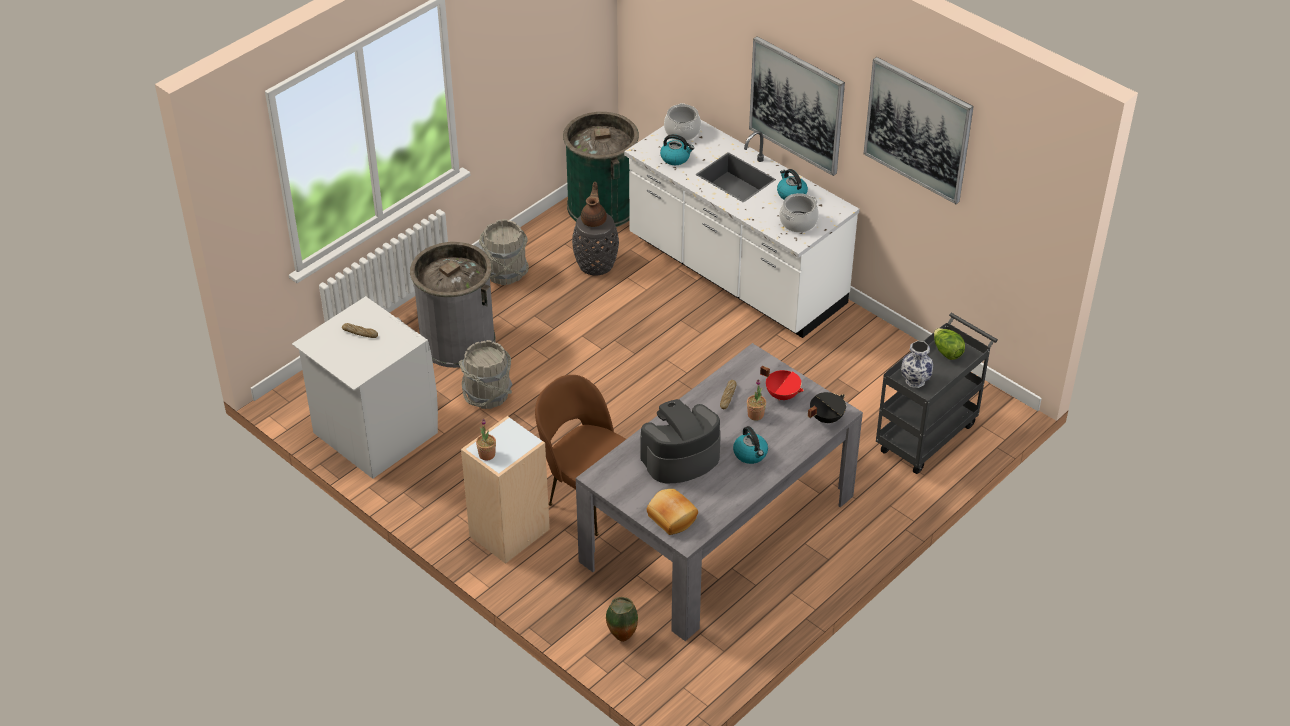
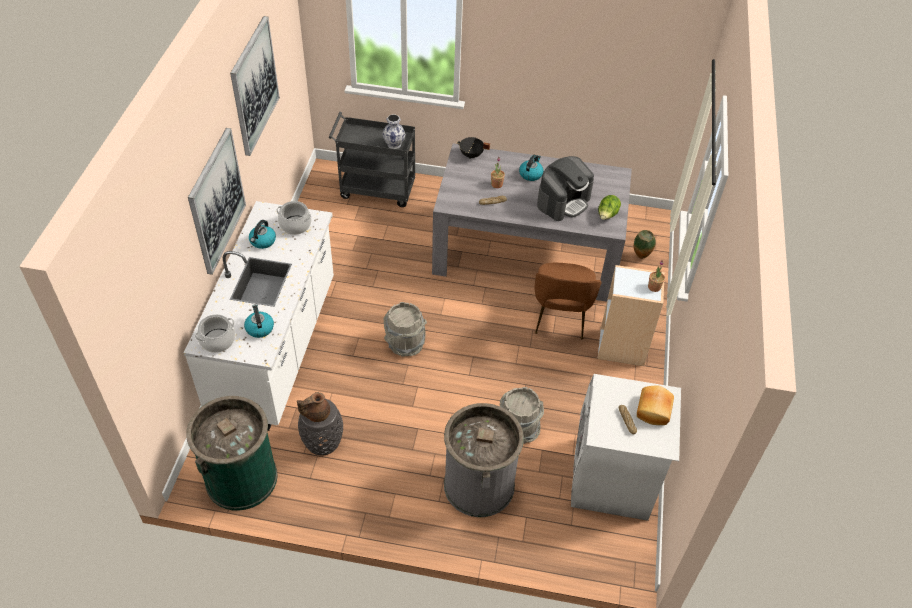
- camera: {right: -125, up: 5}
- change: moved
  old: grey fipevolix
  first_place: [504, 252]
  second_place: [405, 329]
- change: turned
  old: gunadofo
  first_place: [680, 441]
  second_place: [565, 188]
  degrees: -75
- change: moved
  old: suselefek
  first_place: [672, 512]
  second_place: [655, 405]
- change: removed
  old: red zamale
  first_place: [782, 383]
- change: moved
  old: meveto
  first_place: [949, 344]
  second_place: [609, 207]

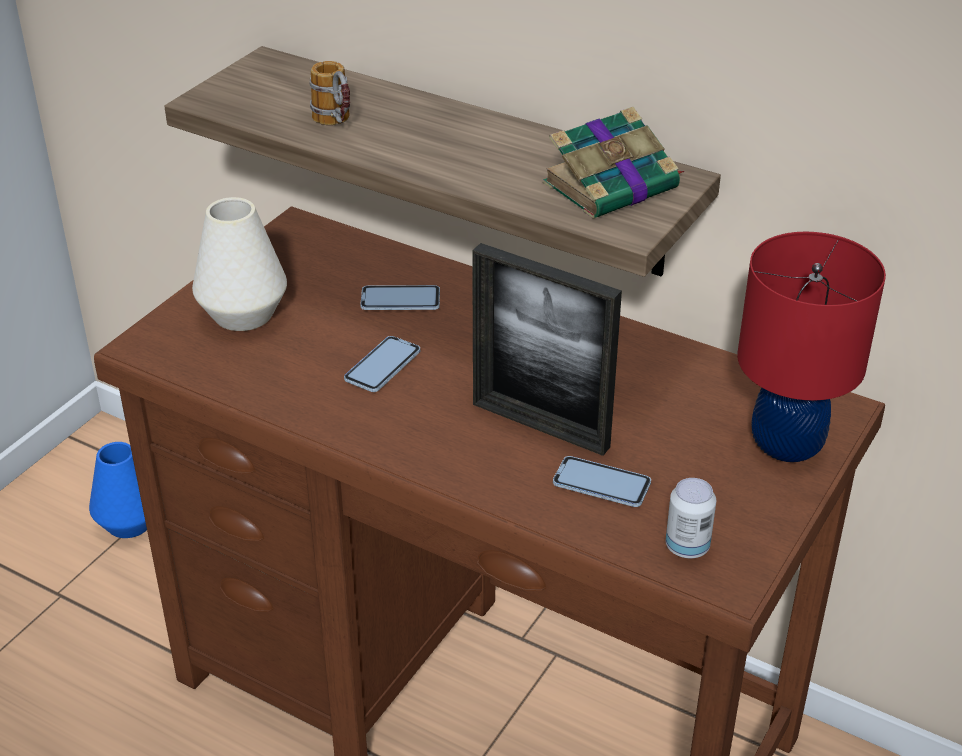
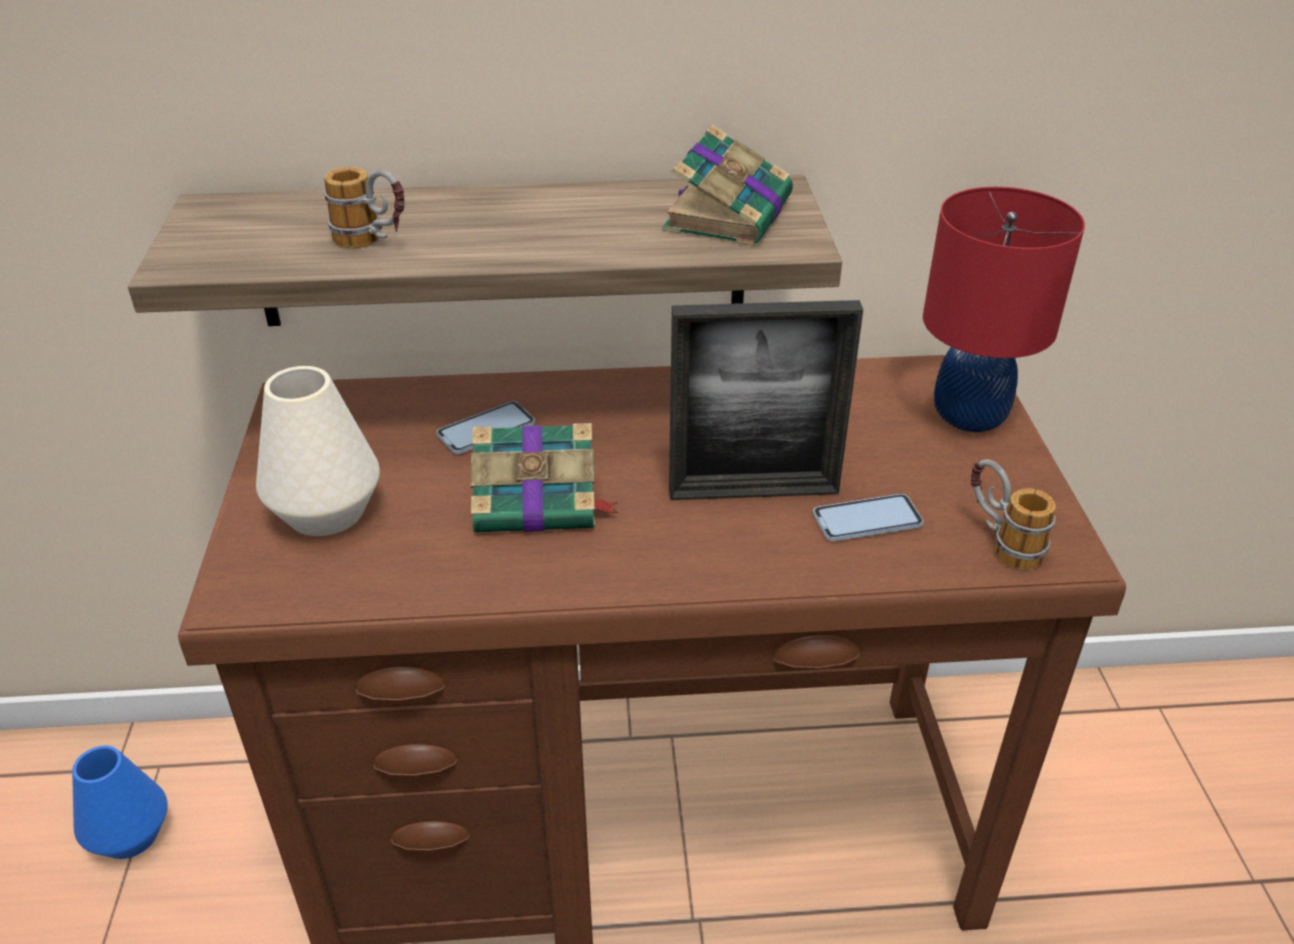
- camera: {right: -35, up: 0}
- change: replaced
  old: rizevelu
  new: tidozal
  first_place: [382, 364]
  second_place: [545, 478]
- change: replaced
  old: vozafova
  new: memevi
  first_place: [691, 518]
  second_place: [1013, 514]

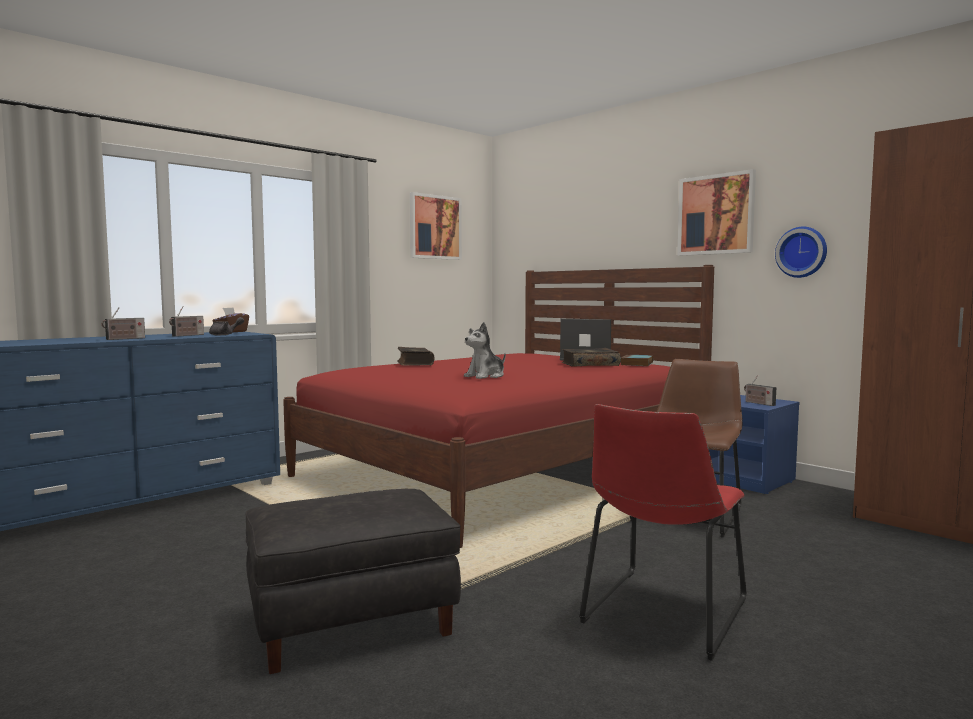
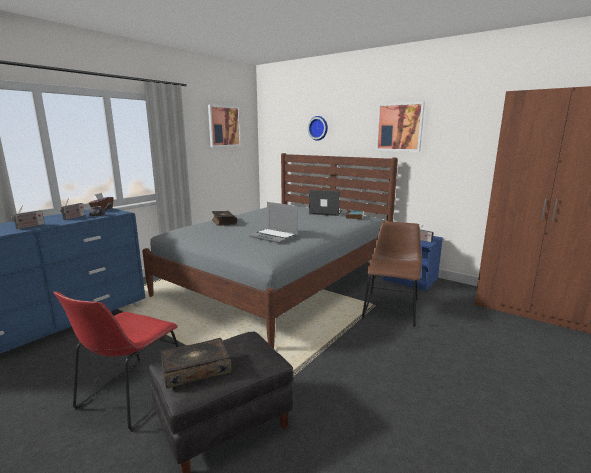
- camera: {right: -10, up: 10}
- change: recoloured
  old: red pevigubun
  new: grey pevigubun
  first_place: [498, 406]
  second_place: [270, 250]
- change: replaced
  old: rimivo
  new: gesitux
  first_place: [485, 350]
  second_place: [273, 222]
- change: moved
  old: tidozal
  first_place: [591, 357]
  second_place: [196, 363]
- change: moved
  old: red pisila
  first_place: [663, 532]
  second_place: [116, 362]
- change: moved
  old: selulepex
  first_place: [801, 252]
  second_place: [318, 128]

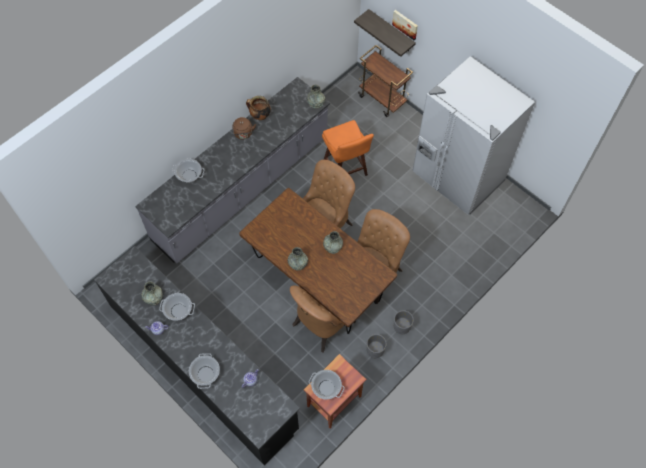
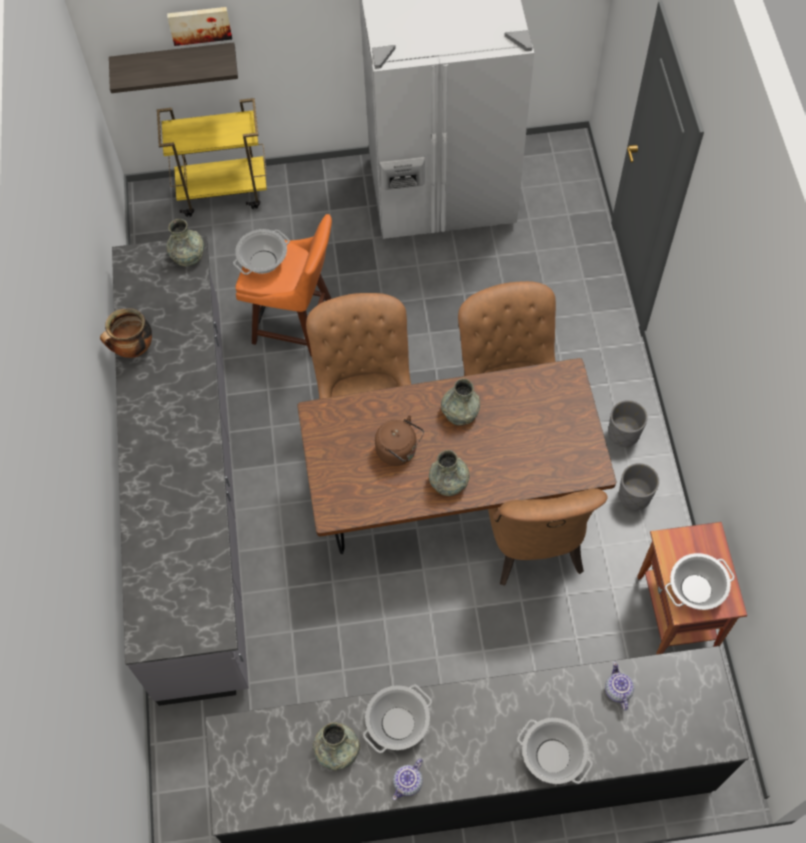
- camera: {right: -50, up: 0}
- change: moved
  old: zamale
  first_place: [188, 171]
  second_place: [261, 252]
- change: moved
  old: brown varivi
  first_place: [244, 128]
  second_place: [399, 440]
- change: recoloured
  old: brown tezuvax
  new: yellow tezuvax
  first_place: [385, 81]
  second_place: [212, 157]

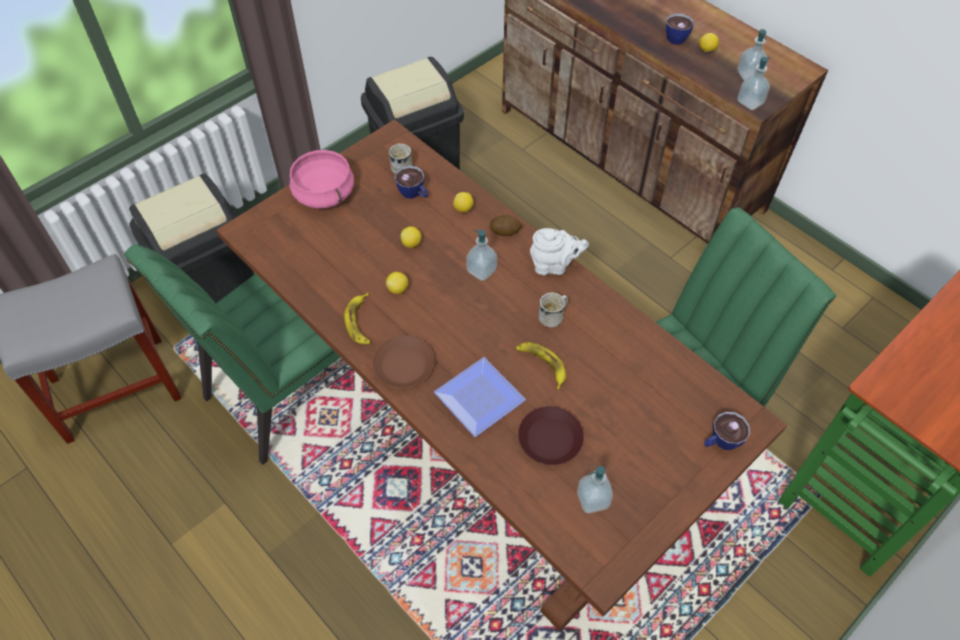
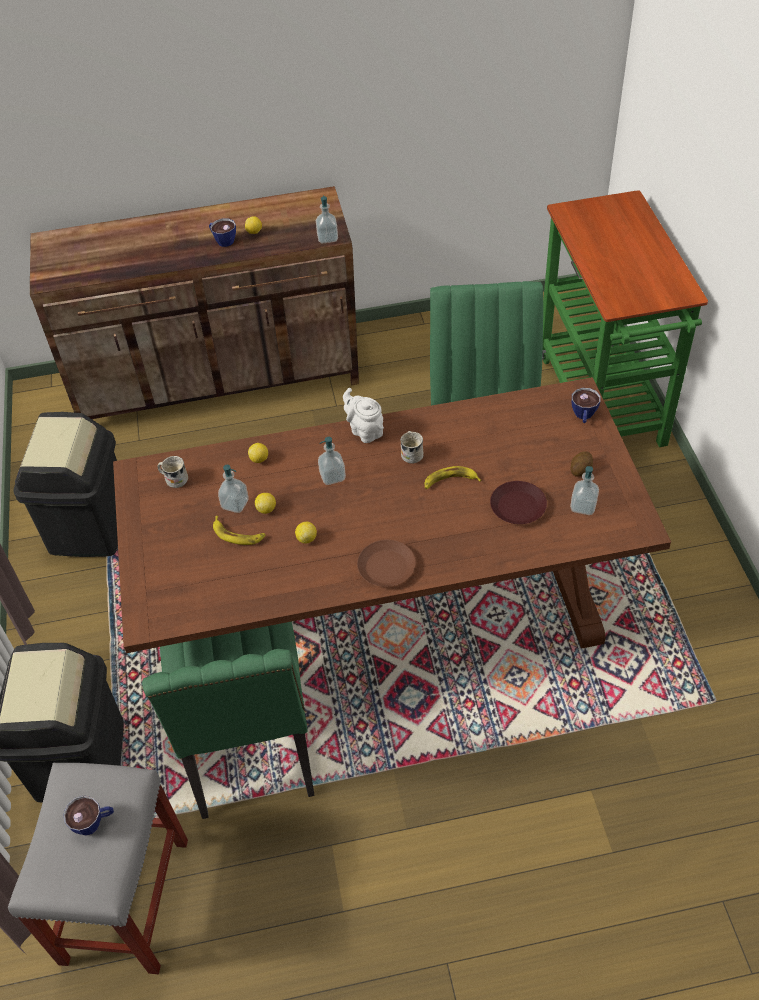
- camera: {right: -55, up: -5}
- change: removed
  old: pink zamale
  first_place: [322, 179]
- change: moved
  old: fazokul
  first_place: [357, 318]
  second_place: [239, 530]
- change: moved
  old: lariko
  first_place: [411, 182]
  second_place: [88, 816]
- change: removed
  old: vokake
  first_place: [480, 397]
- change: moved
  old: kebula
  first_place: [506, 225]
  second_place: [582, 464]
- change: turned
  old: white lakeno
  first_place: [559, 251]
  second_place: [363, 415]
  degrees: -75
- change: moved
  old: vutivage
  first_place: [752, 54]
  second_place: [233, 489]

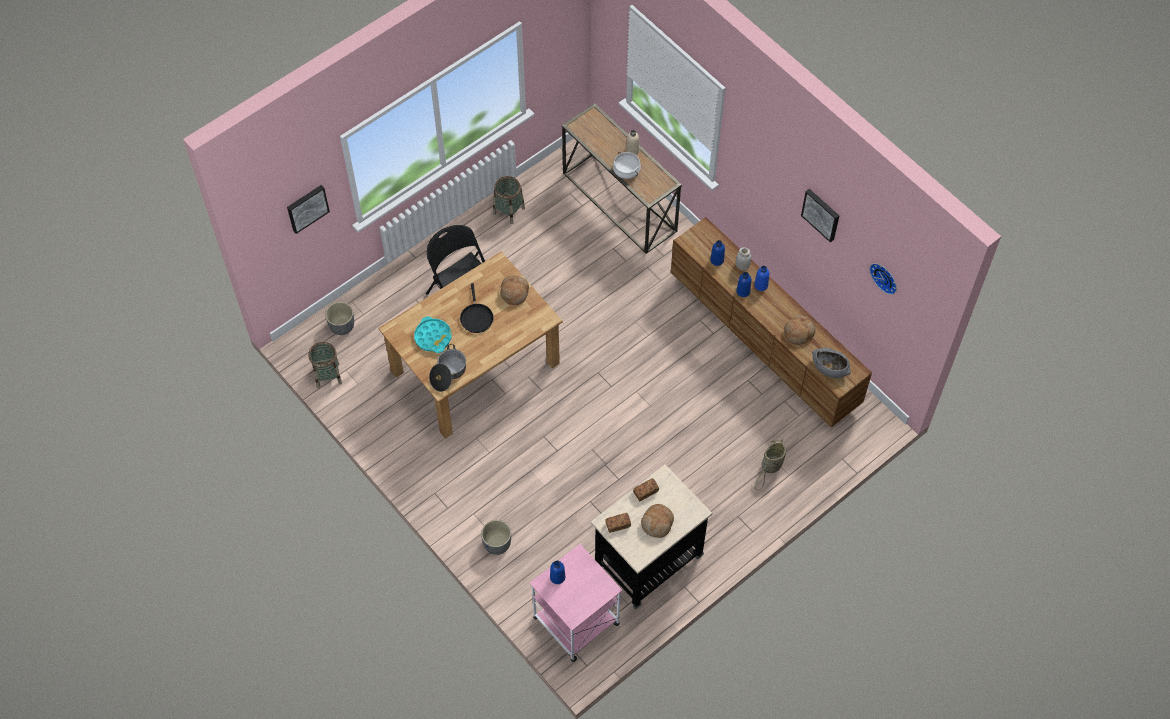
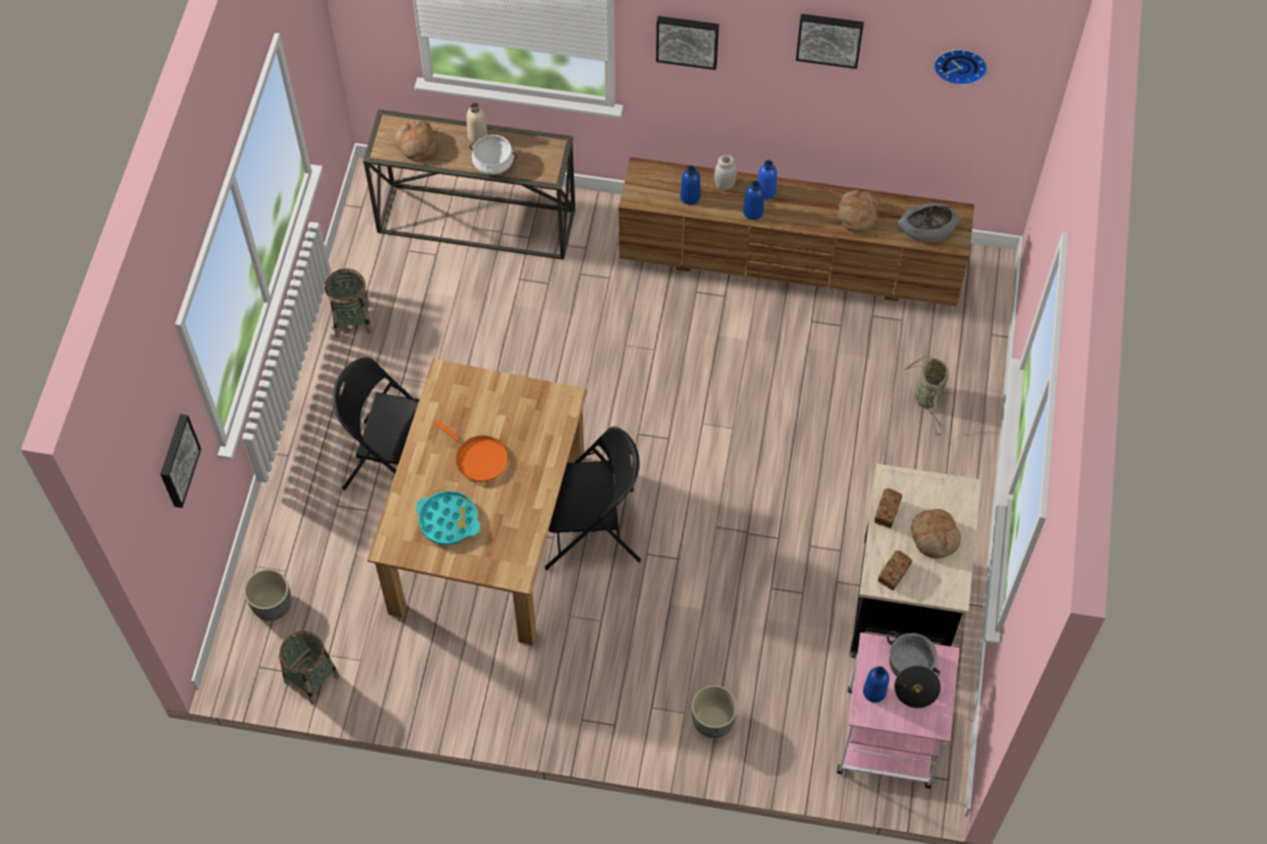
- camera: {right: -40, up: 0}
- change: moved
  old: zamale
  first_place: [447, 368]
  second_place: [914, 669]
- change: recoloured
  old: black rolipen
  new: orange rolipen
  first_place: [476, 308]
  second_place: [471, 451]
- change: moved
  old: suselefek
  first_place: [514, 290]
  second_place: [416, 141]
- change: added
  new: black pisila
  second_place: [593, 498]
- change: added
  new: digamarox
  second_place: [687, 43]

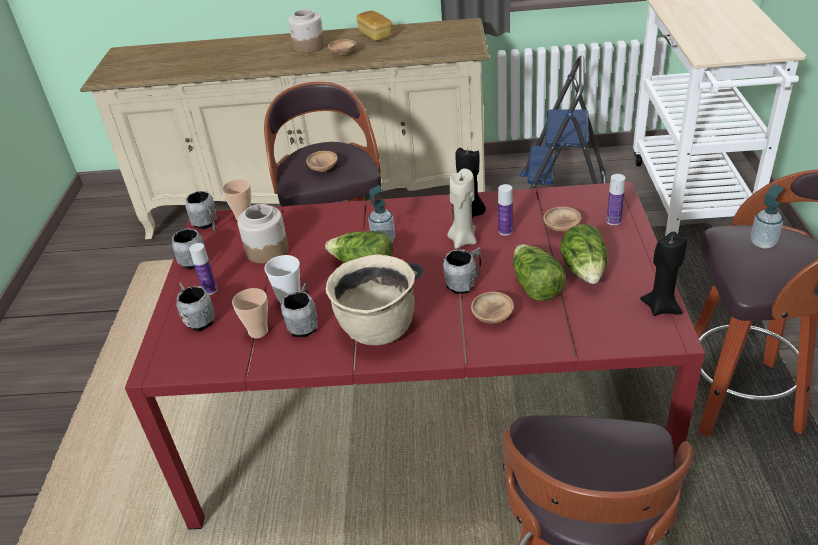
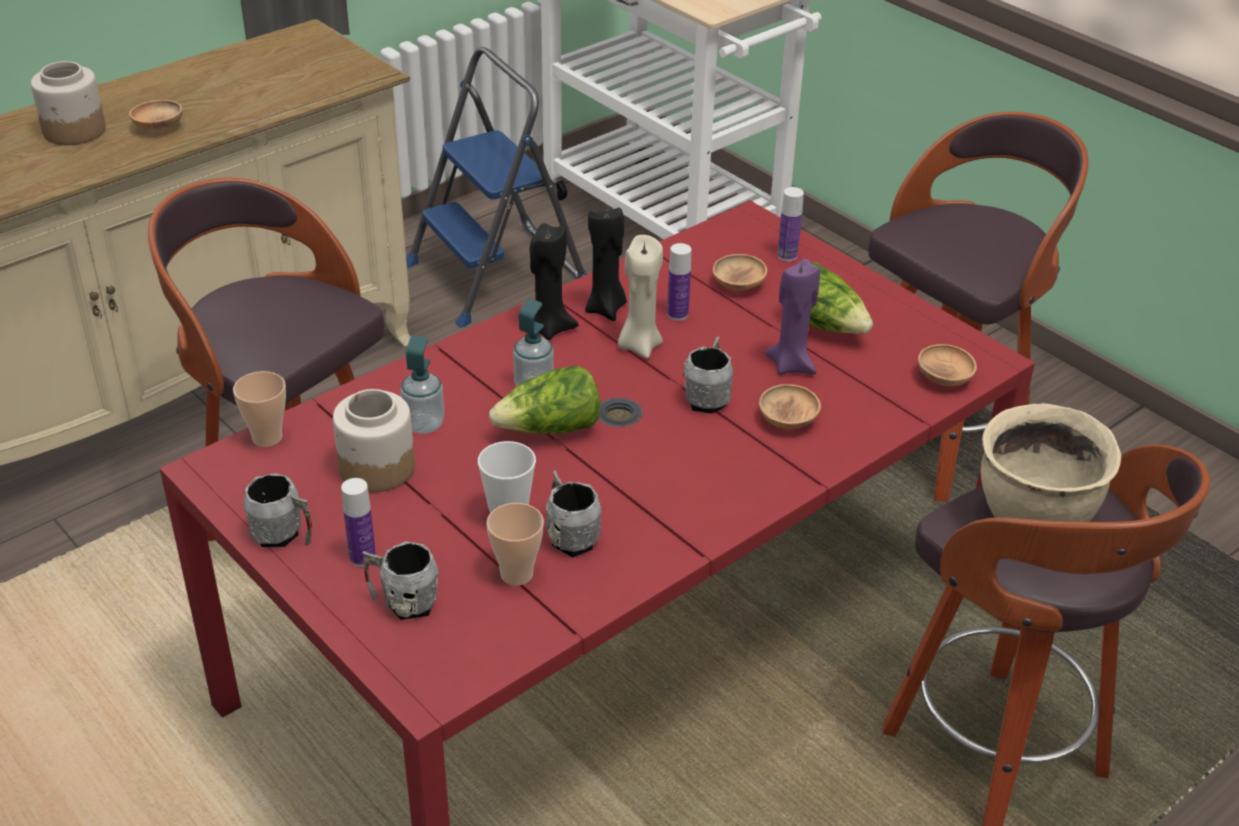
- camera: {right: -45, up: 0}
- change: removed
  old: grey memevi
  first_place: [201, 211]
- change: moved
  old: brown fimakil
  first_place: [322, 161]
  second_place: [947, 365]
- change: moved
  old: beige zamale
  first_place: [370, 300]
  second_place: [1051, 462]
- change: removed
  old: suselefek
  first_place: [374, 26]
- change: replaced
  old: meveto
  new: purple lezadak
  first_place: [539, 272]
  second_place: [792, 317]
- change: moved
  old: black lezadak
  first_place: [663, 273]
  second_place: [554, 281]
- change: moved
  old: vutivage
  first_place: [767, 216]
  second_place: [422, 384]

